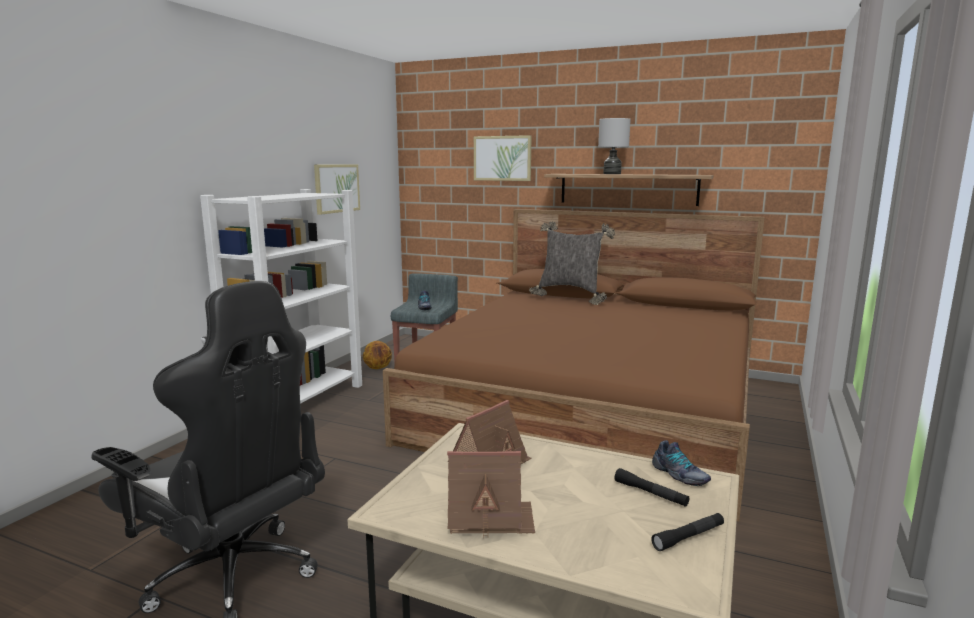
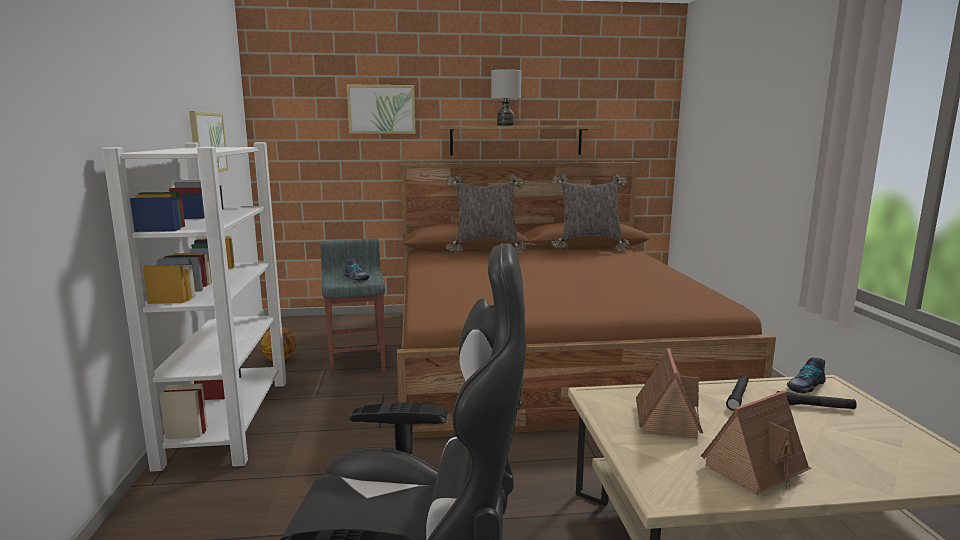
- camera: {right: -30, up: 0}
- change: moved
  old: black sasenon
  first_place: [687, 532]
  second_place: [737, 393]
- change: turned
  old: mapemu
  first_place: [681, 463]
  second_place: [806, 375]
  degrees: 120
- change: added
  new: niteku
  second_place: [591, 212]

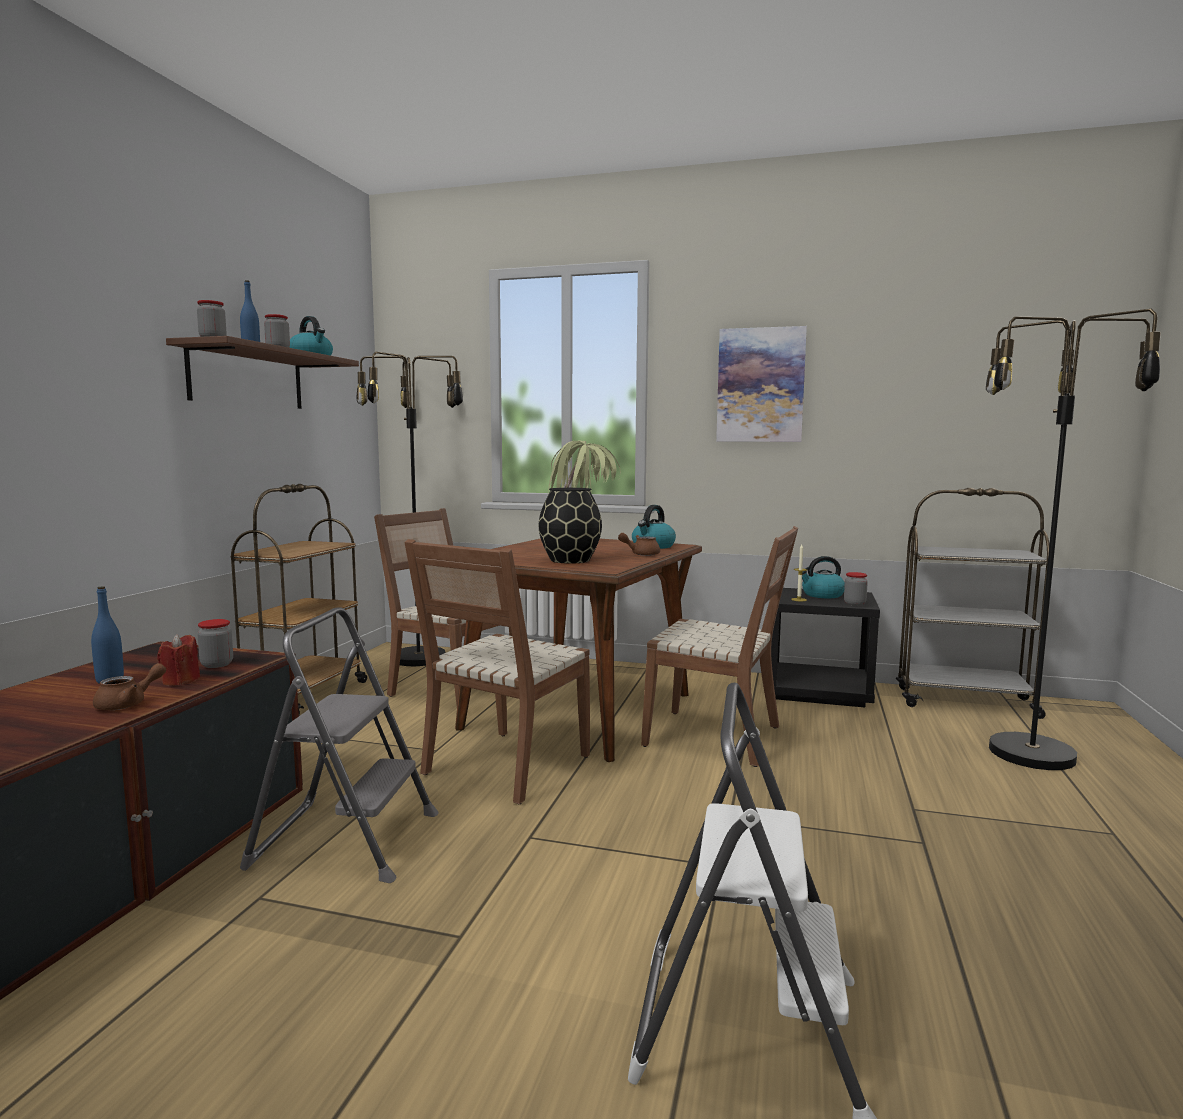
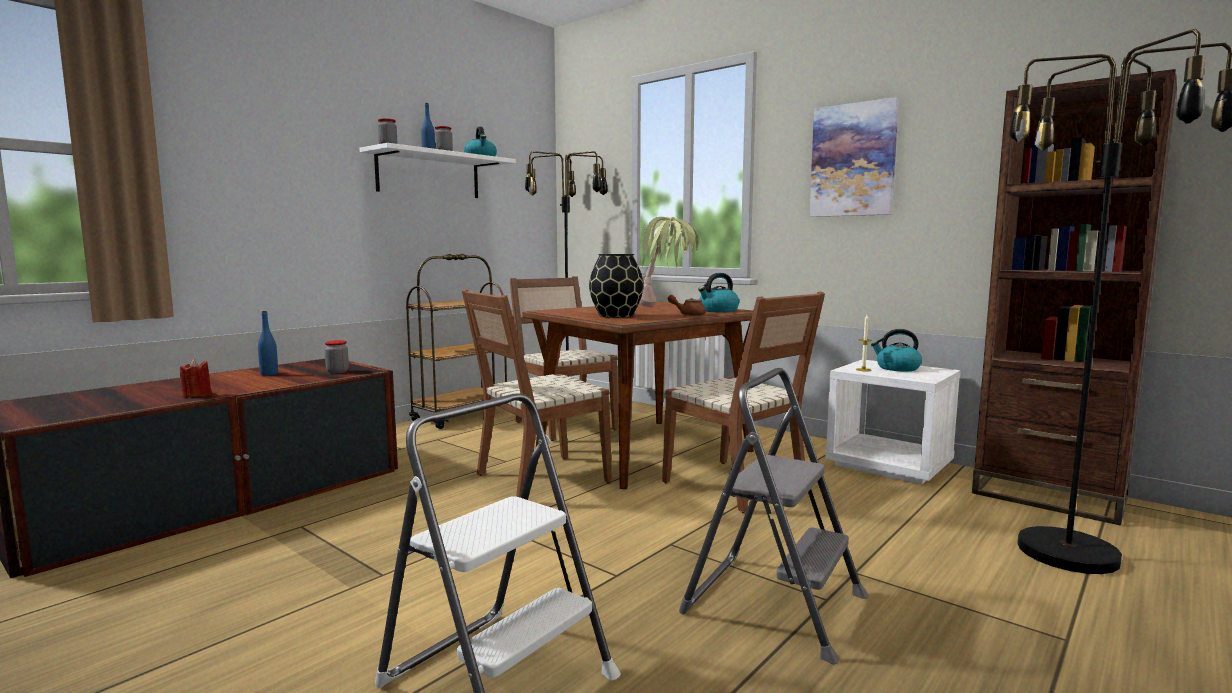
- camera: {right: 25, up: 0}
- change: removed
  old: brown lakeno
  first_place: [129, 686]
- change: moved
  old: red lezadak
  first_place: [178, 660]
  second_place: [196, 378]
- change: recoloured
  old: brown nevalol
  new: white nevalol
  first_place: [262, 372]
  second_place: [438, 170]
- change: moved
  old: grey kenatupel
  first_place: [339, 745]
  second_place: [773, 516]
- change: recoloured
  old: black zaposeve
  new: white zaposeve
  first_place: [825, 647]
  second_place: [893, 422]
- change: removed
  old: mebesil
  first_place: [856, 589]
- change: replaced
  old: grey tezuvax
  new: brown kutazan
  first_place: [973, 603]
  second_place: [1074, 297]

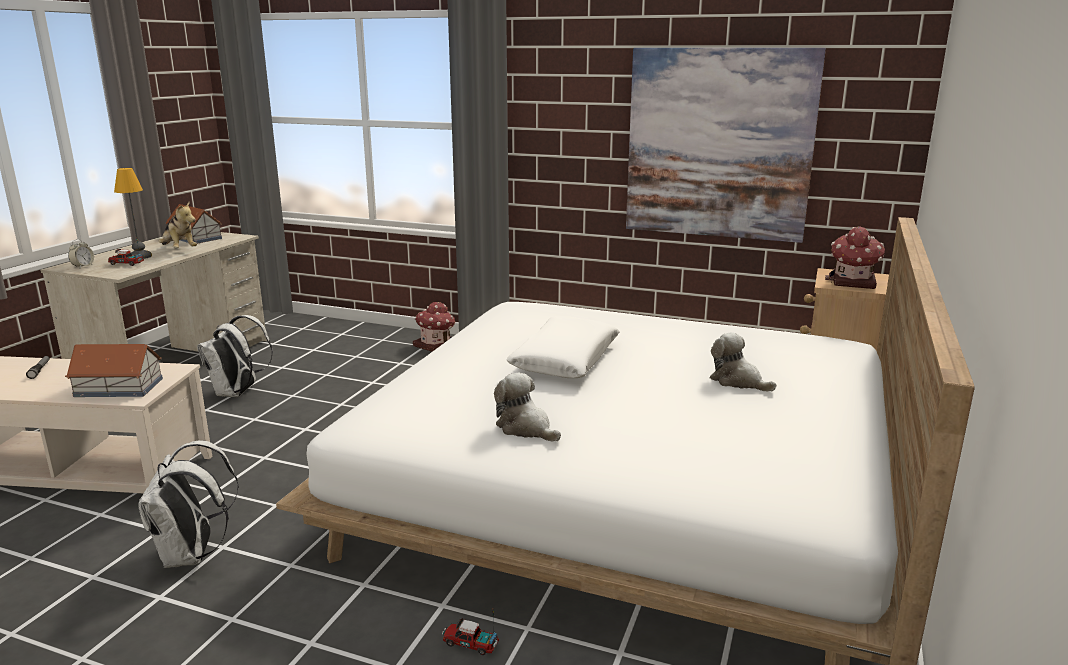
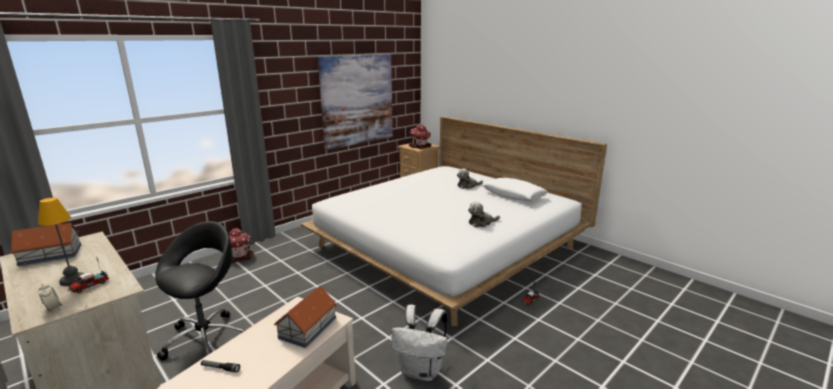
- camera: {right: -65, up: 0}
- change: removed
  old: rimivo
  first_place: [178, 225]
- change: replaced
  old: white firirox
  new: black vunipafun
  first_place: [235, 356]
  second_place: [200, 291]
- change: moved
  old: white niteku
  first_place: [563, 347]
  second_place: [515, 189]

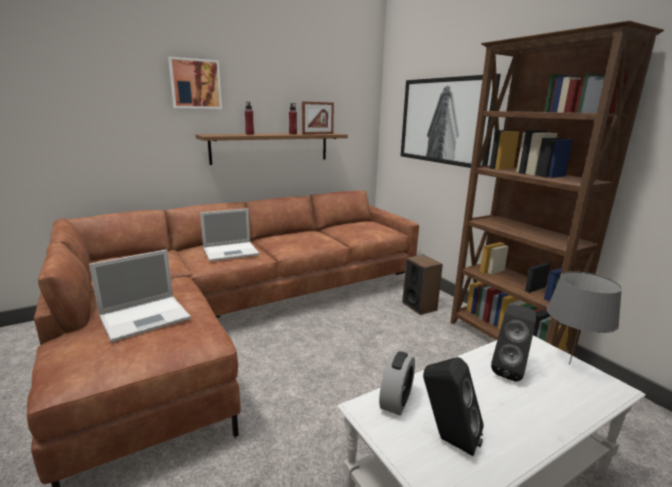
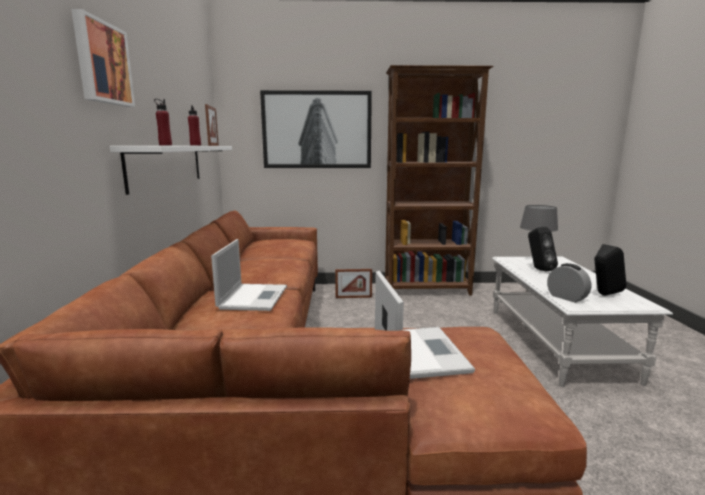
- camera: {right: -60, up: -5}
- change: recoloured
  old: brown nevalol
  new: white nevalol
  first_place: [272, 149]
  second_place: [171, 170]
- change: replaced
  old: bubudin
  new: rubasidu
  first_place: [422, 285]
  second_place: [353, 283]

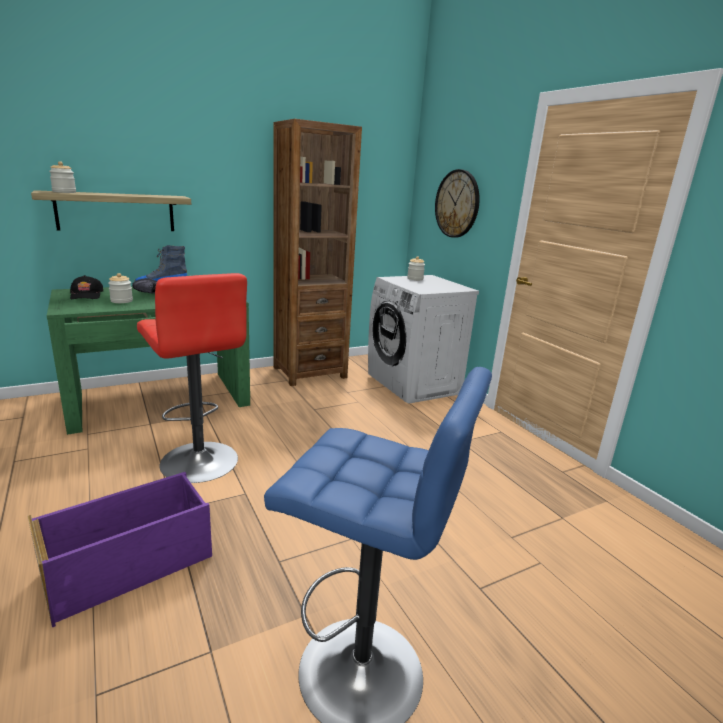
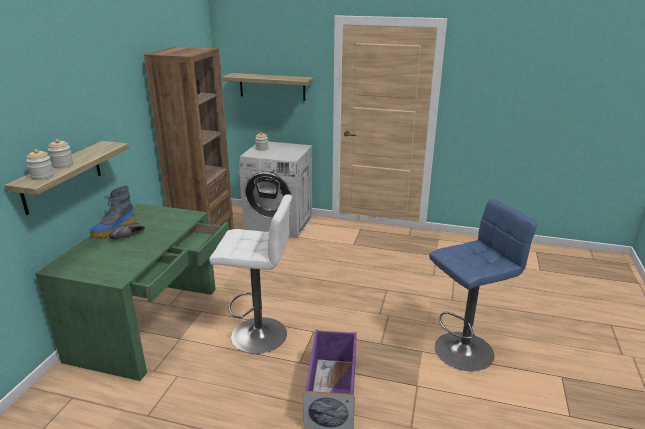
- camera: {right: -45, up: 5}
- change: removed
  old: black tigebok
  first_place: [86, 287]
- change: moved
  old: mebesil
  first_place: [120, 288]
  second_place: [60, 154]
- change: recoloured
  old: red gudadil
  new: white gudadil
  first_place: [192, 378]
  second_place: [250, 274]
- change: replaced
  old: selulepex
  new: nevalol
  first_place: [457, 203]
  second_place: [268, 87]

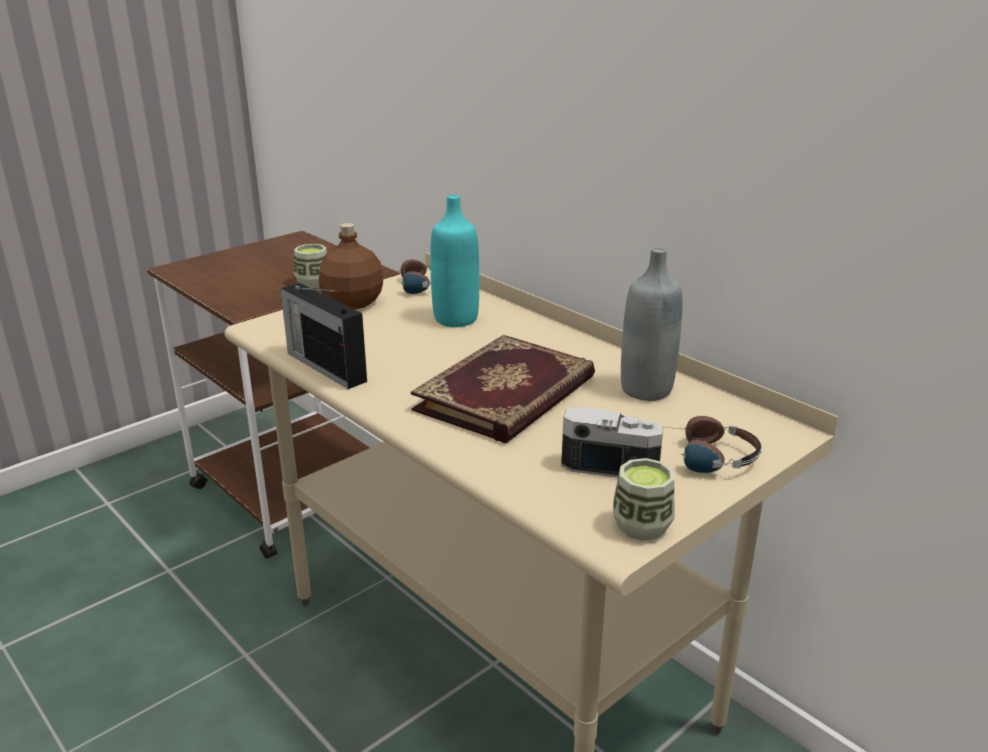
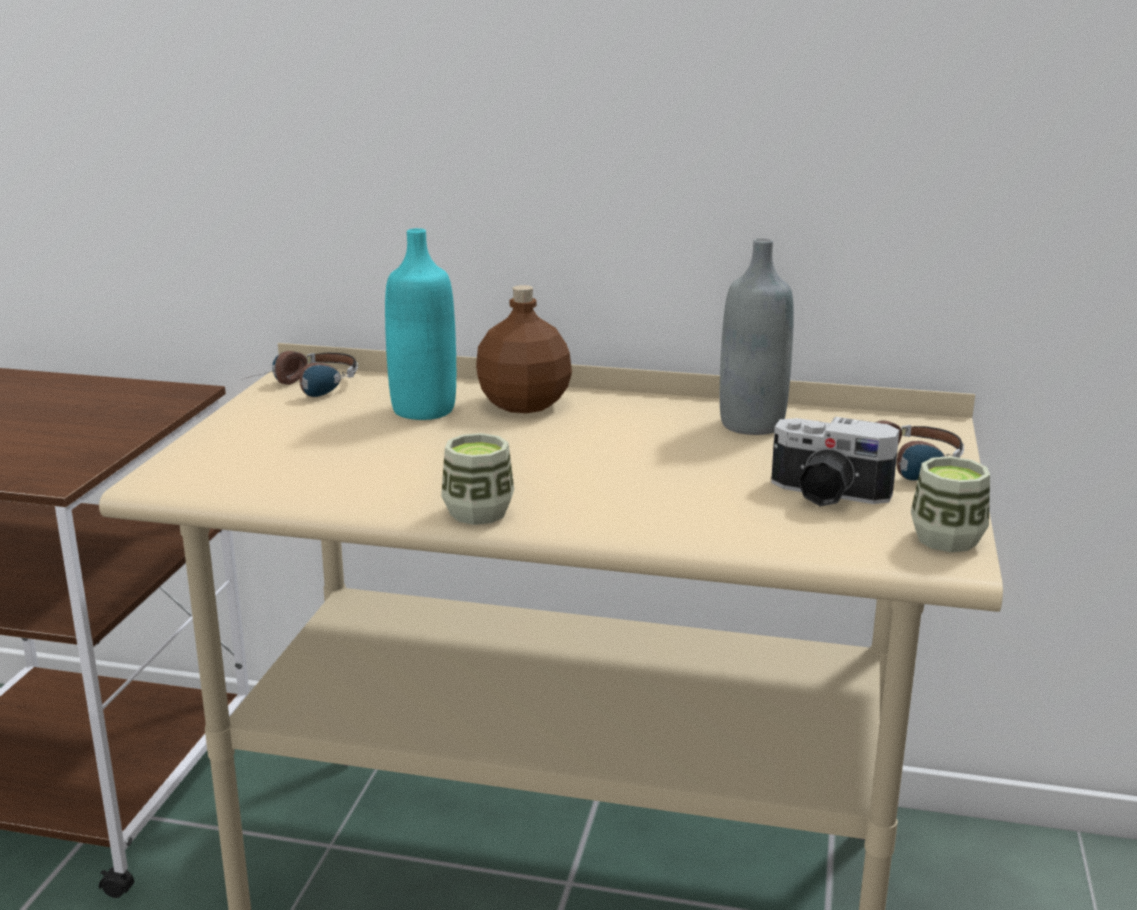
- camera: {right: -35, up: -5}
- change: removed
  old: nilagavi
  first_place: [323, 336]
- change: moved
  old: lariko
  first_place: [310, 266]
  second_place: [477, 479]
- change: moved
  old: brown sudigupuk
  first_place: [351, 266]
  second_place: [524, 349]
- change: removed
  old: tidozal
  first_place: [503, 389]
- change: turned
  old: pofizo
  first_place: [612, 442]
  second_place: [835, 462]
  degrees: -135

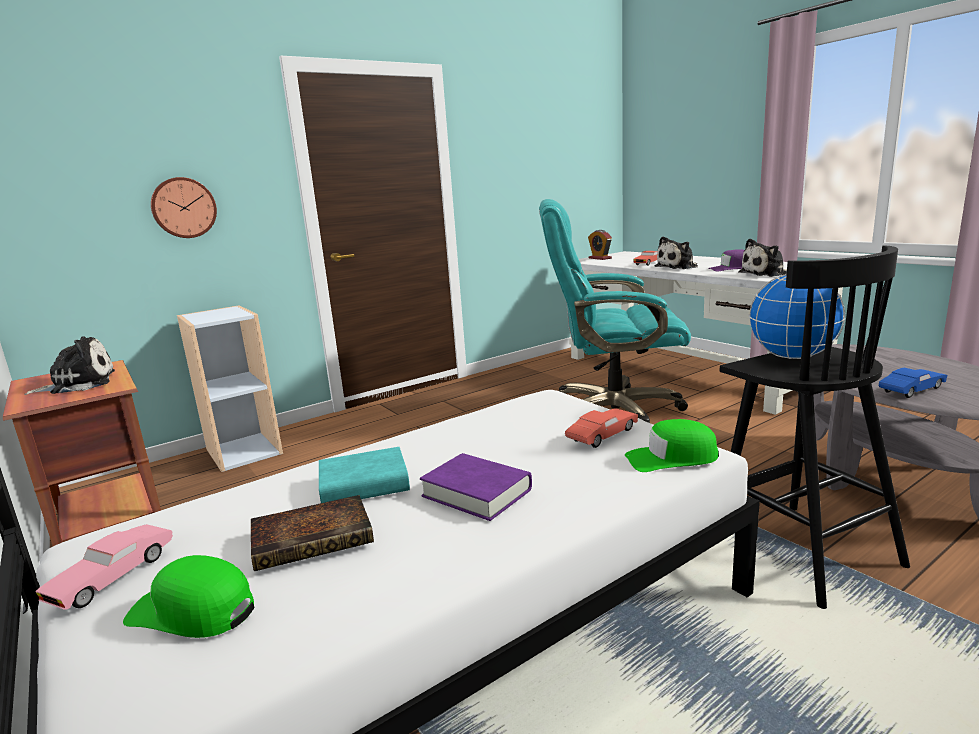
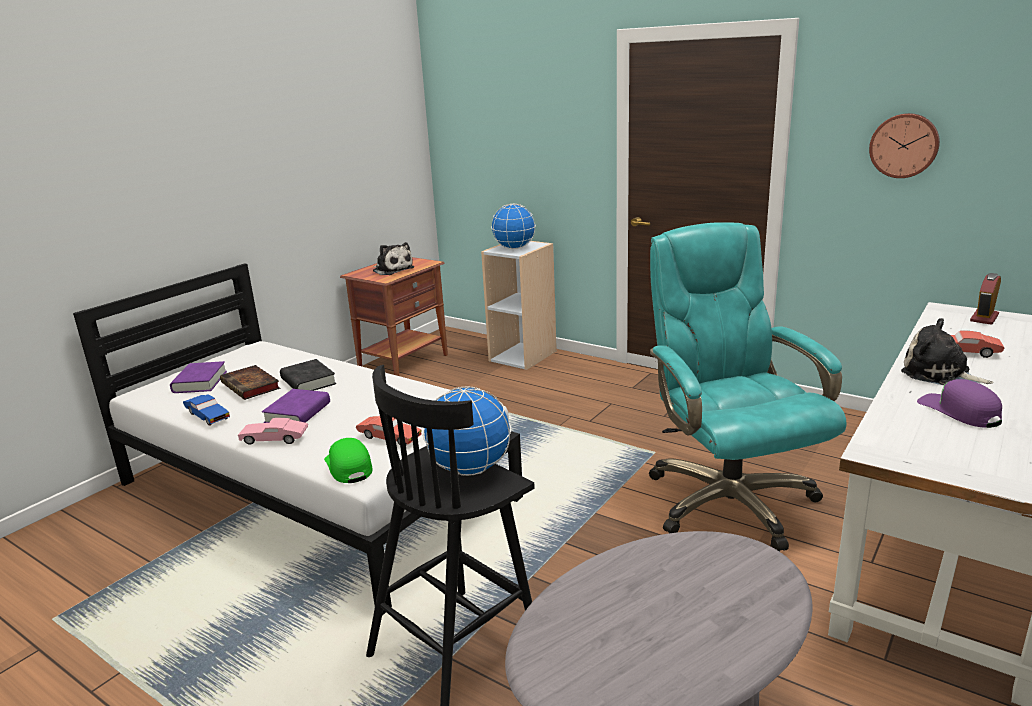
- camera: {right: 70, up: 5}
- change: moved
  old: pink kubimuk
  first_place: [104, 566]
  second_place: [273, 431]
- change: replaced
  old: green tigebok
  new: purple tidozal
  first_place: [188, 596]
  second_place: [198, 377]
- change: moved
  old: selulepex
  first_place: [184, 207]
  second_place: [904, 145]
- change: recoloured
  old: turquoise tidozal
  new: black tidozal
  first_place: [364, 475]
  second_place: [308, 375]
- change: removed
  old: rimivo
  first_place: [762, 258]
- change: moved
  old: blue kubimuk
  first_place: [913, 383]
  second_place: [206, 410]
- change: added
  new: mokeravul
  second_place: [513, 226]

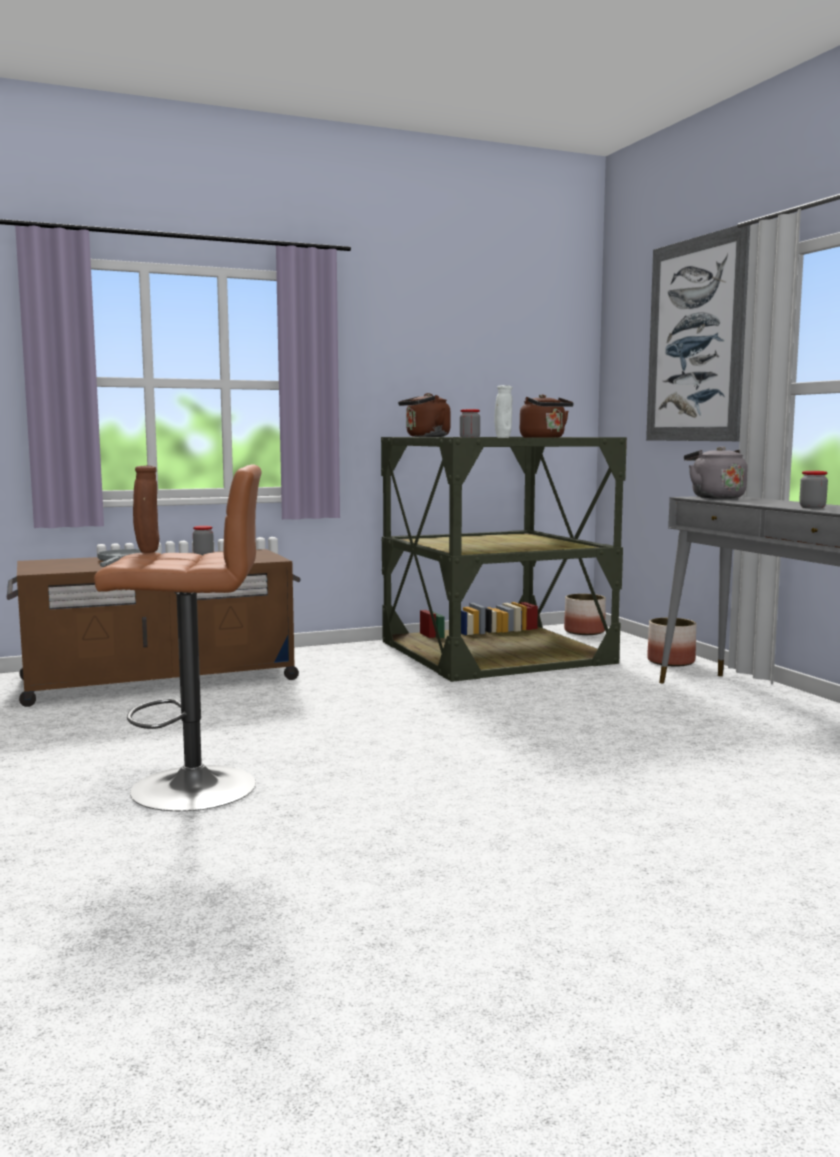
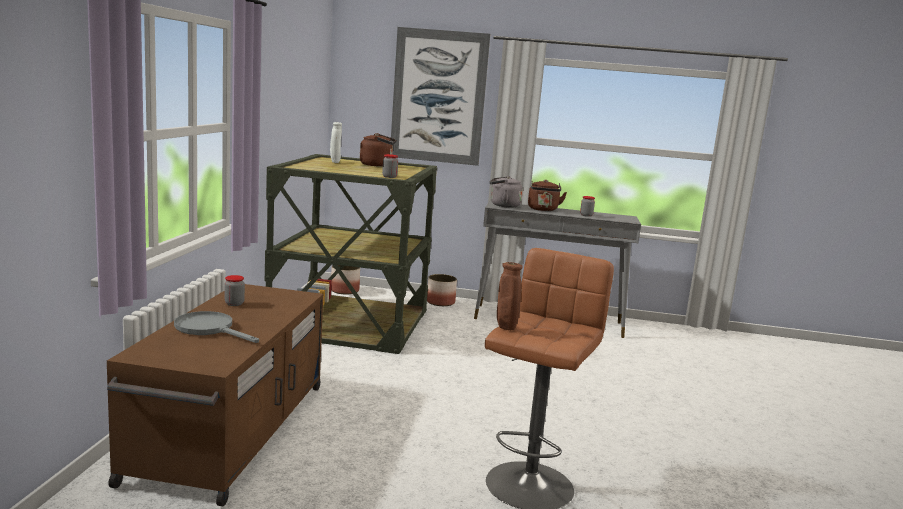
- camera: {right: -60, up: 5}
- change: moved
  old: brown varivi
  first_place: [424, 415]
  second_place: [547, 195]

